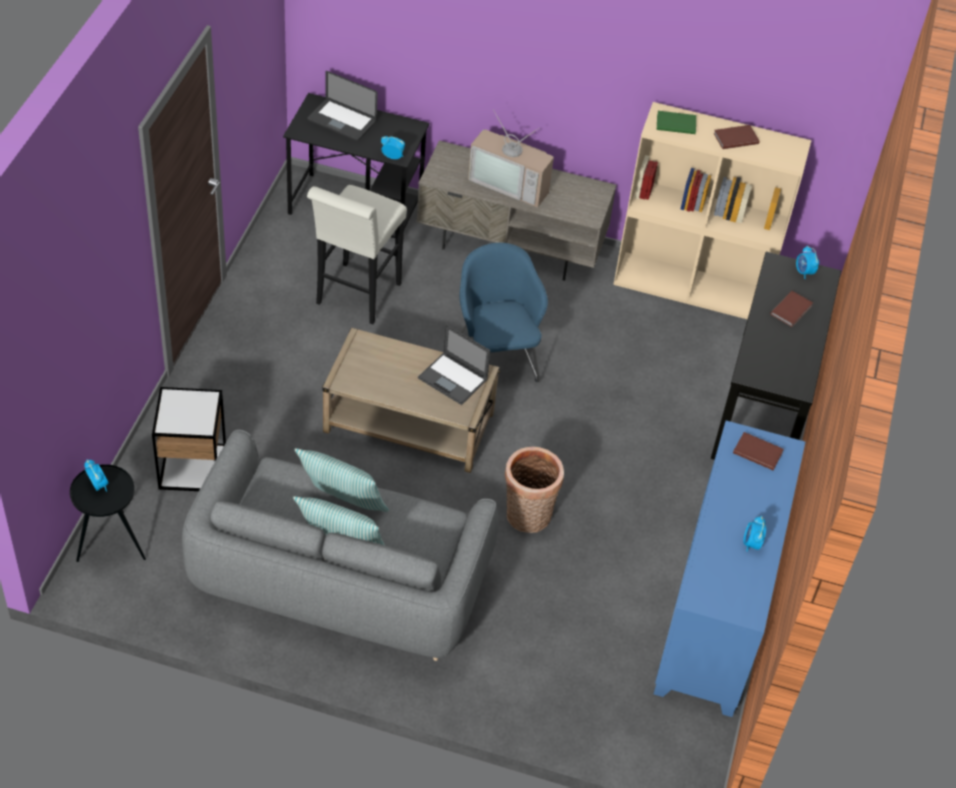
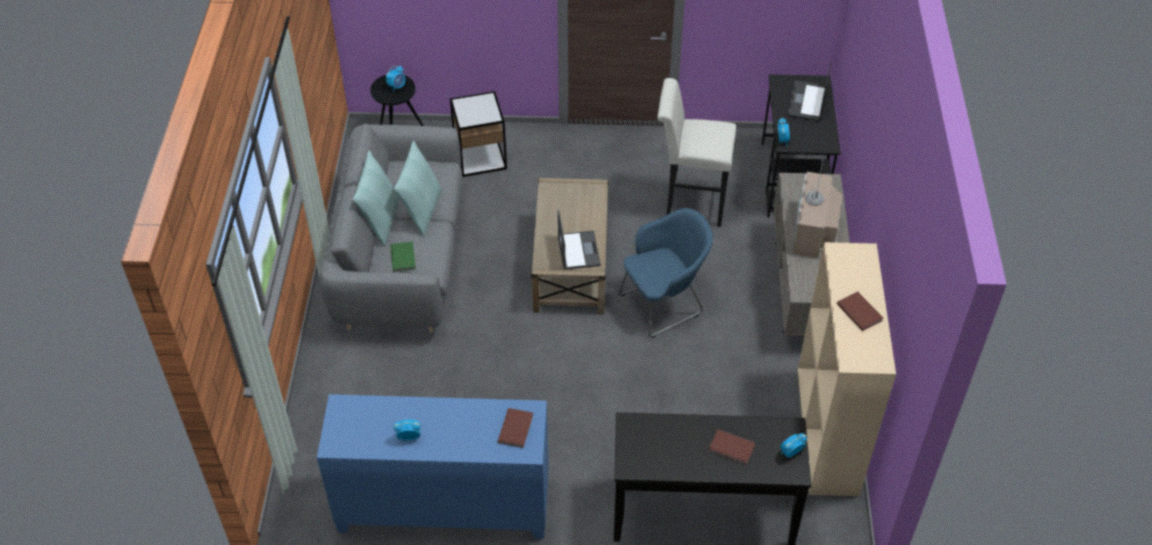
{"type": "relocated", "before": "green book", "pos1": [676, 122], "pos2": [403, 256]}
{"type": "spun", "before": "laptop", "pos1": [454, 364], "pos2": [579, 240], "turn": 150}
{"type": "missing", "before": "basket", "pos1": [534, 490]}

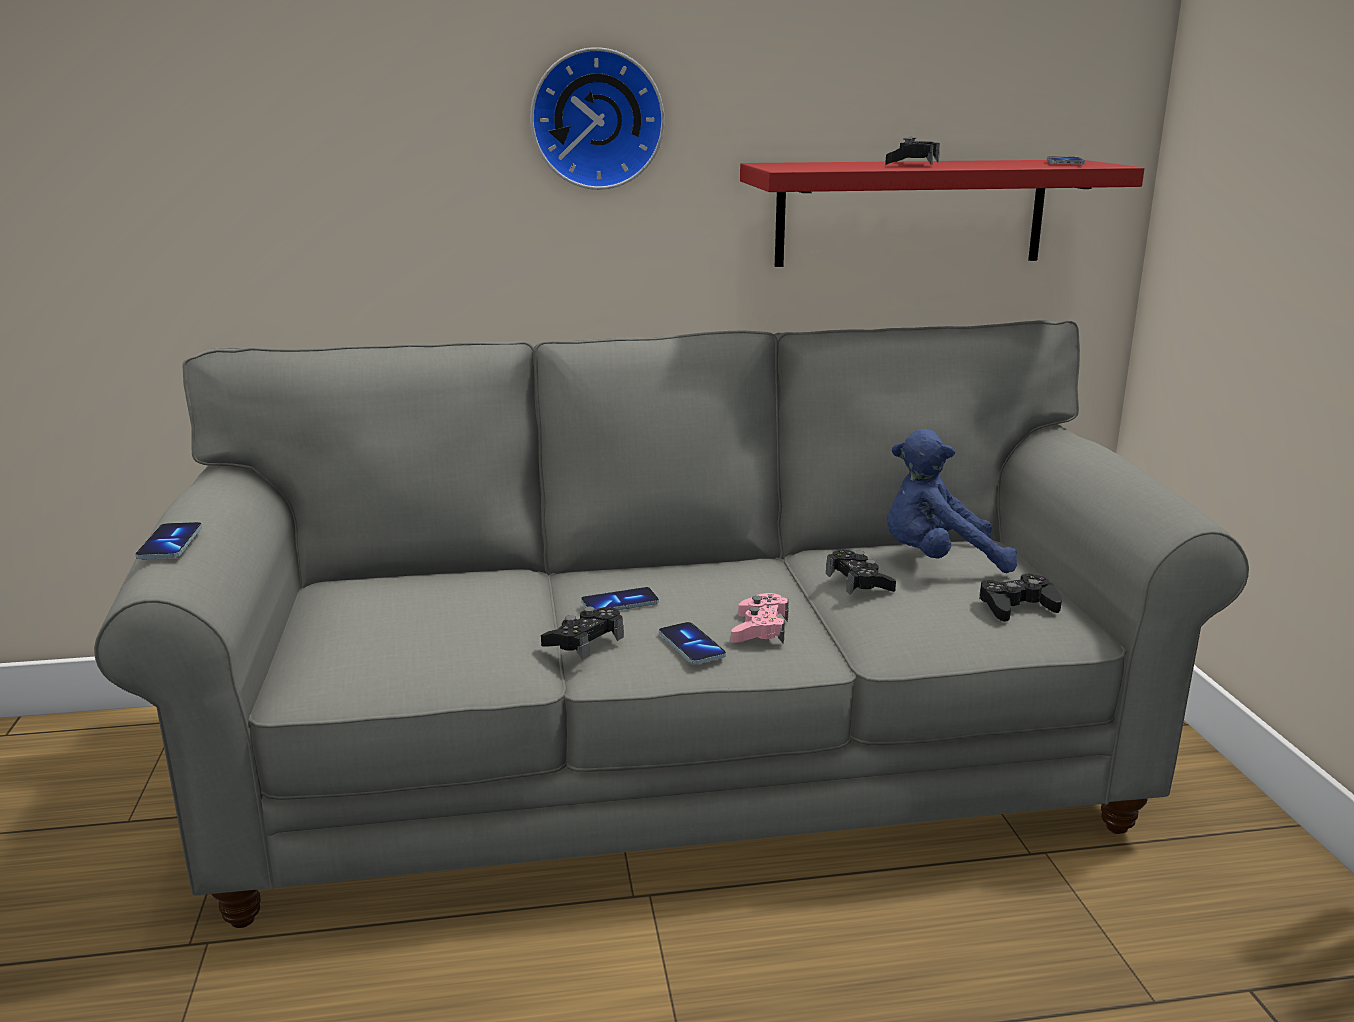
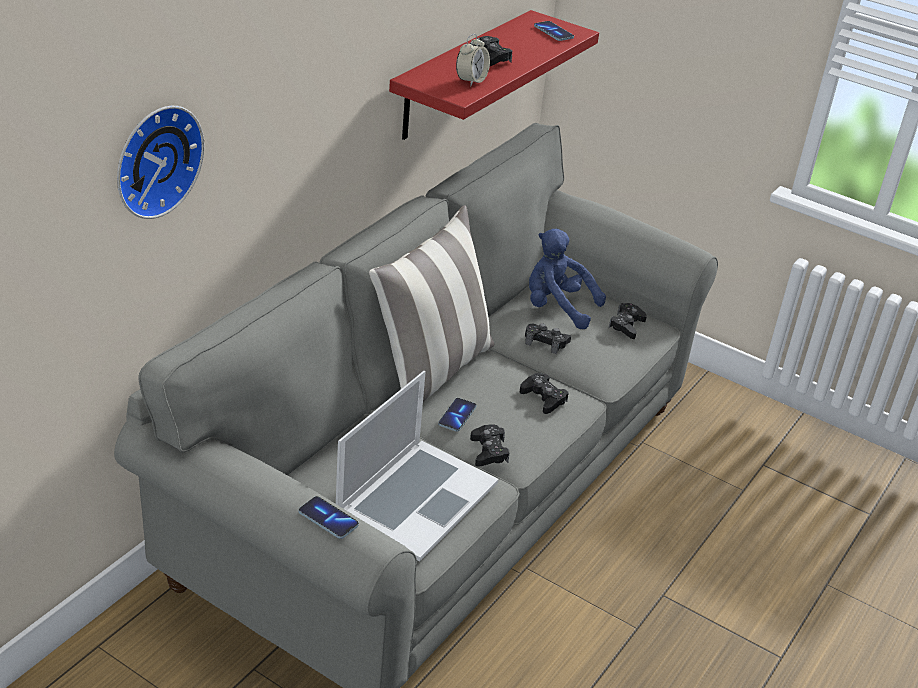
{"type": "relocated", "before": "wall clock", "pos1": [597, 118], "pos2": [161, 162]}
{"type": "spun", "before": "blue plush toy", "pos1": [952, 501], "pos2": [567, 279], "turn": 75}
{"type": "colour", "before": "pink game controller", "after": "black game controller", "pos1": [760, 618], "pos2": [544, 393]}
{"type": "missing", "before": "phone", "pos1": [692, 643]}
{"type": "appeared", "after": "alarm clock", "pos2": [473, 60]}
{"type": "appeared", "after": "pillow", "pos2": [431, 303]}
{"type": "appeared", "after": "laptop", "pos2": [417, 466]}

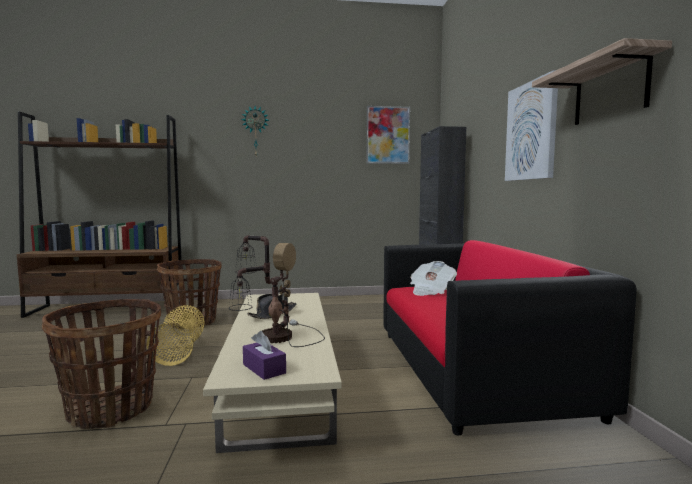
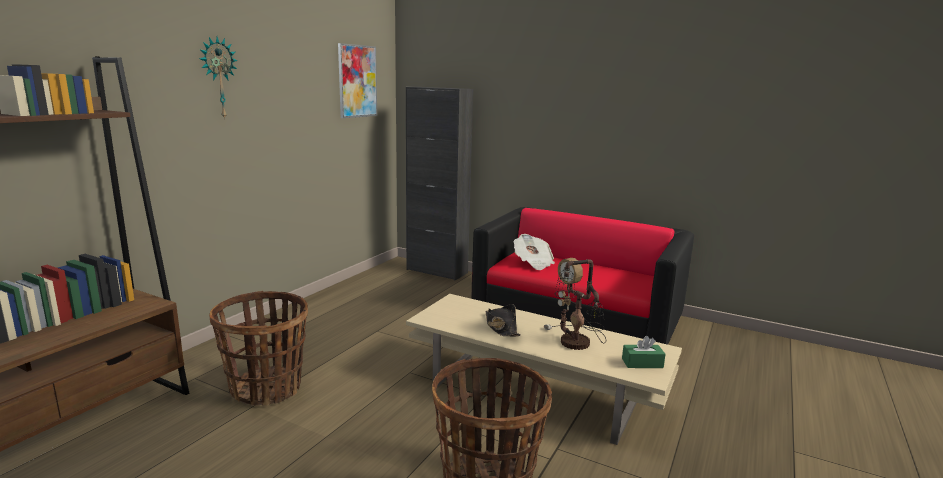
{"type": "missing", "before": "shelf", "pos1": [602, 81]}
{"type": "missing", "before": "picture", "pos1": [531, 125]}
{"type": "missing", "before": "basket", "pos1": [175, 335]}
{"type": "colour", "before": "purple tissue box", "after": "green tissue box", "pos1": [264, 355], "pos2": [644, 352]}

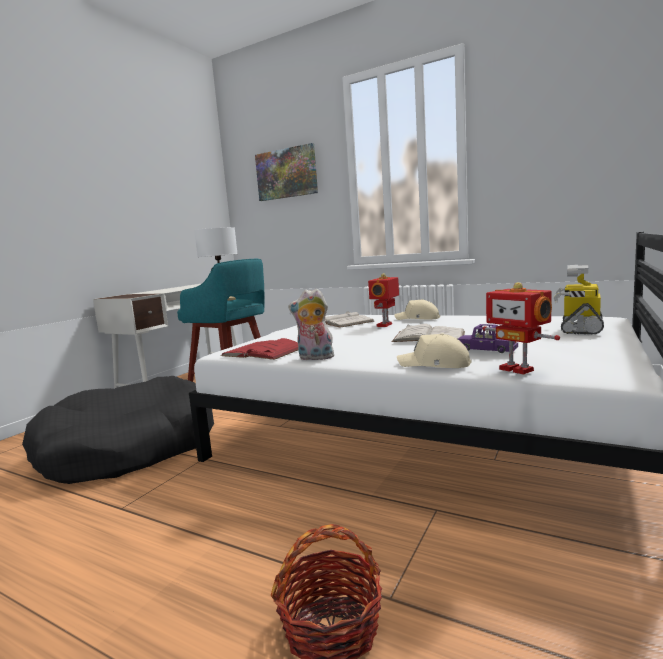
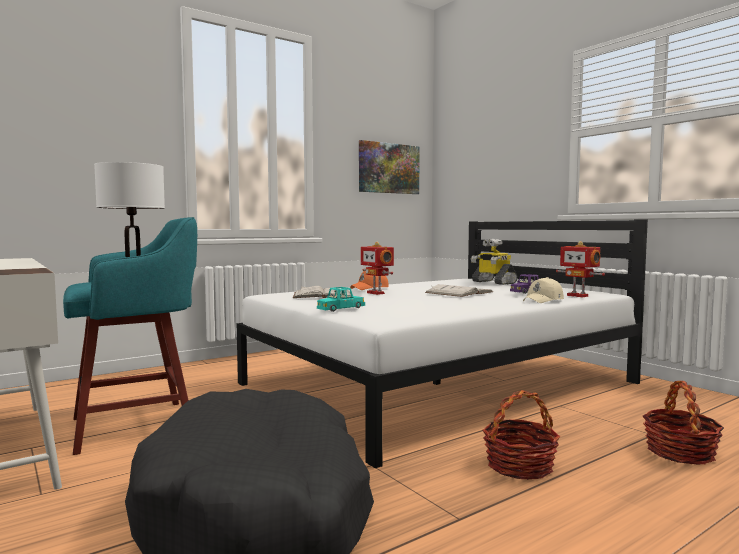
{"type": "relocated", "before": "picture", "pos1": [286, 172], "pos2": [389, 167]}
{"type": "spun", "before": "toy robot", "pos1": [521, 328], "pos2": [580, 269], "turn": 60}
{"type": "missing", "before": "plush toy", "pos1": [311, 324]}
{"type": "colour", "before": "beige cap", "after": "orange cap", "pos1": [417, 309], "pos2": [369, 280]}
{"type": "missing", "before": "red book", "pos1": [259, 349]}
{"type": "appeared", "after": "turquoise toy car", "pos2": [341, 299]}
{"type": "appeared", "after": "basket", "pos2": [521, 435]}

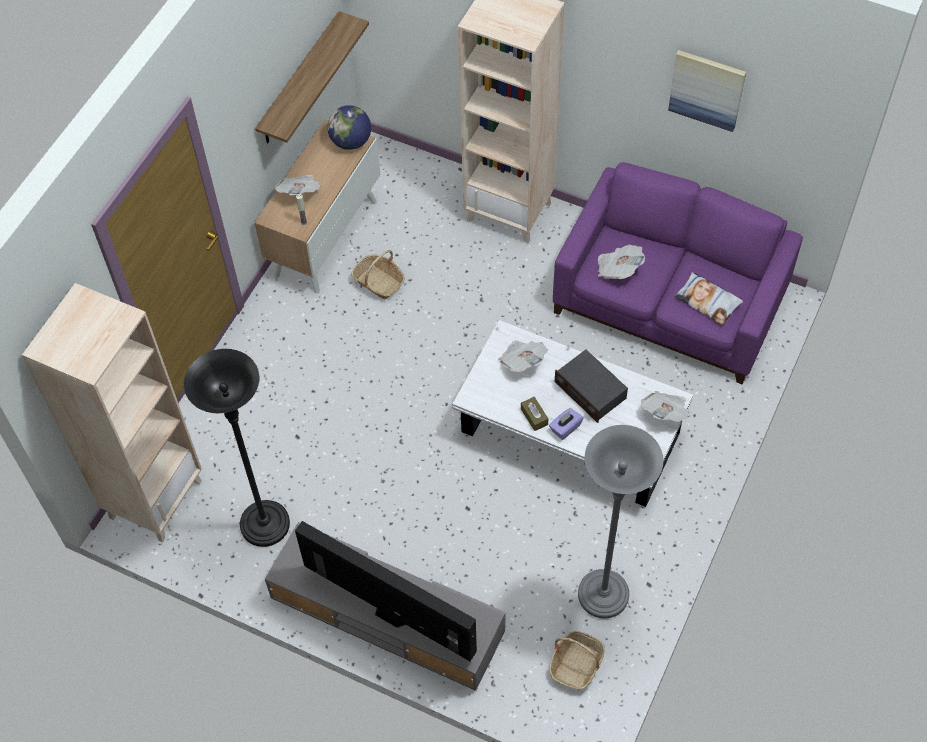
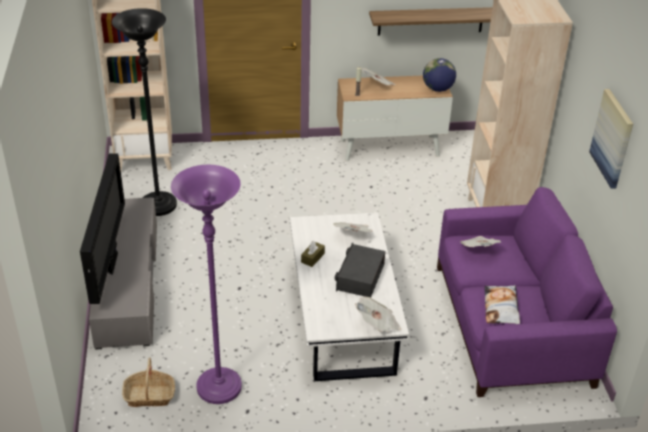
{"type": "missing", "before": "basket", "pos1": [378, 274]}
{"type": "missing", "before": "purple tissue box", "pos1": [566, 424]}
{"type": "colour", "before": "grey floor lamp", "after": "purple floor lamp", "pos1": [620, 521], "pos2": [206, 284]}

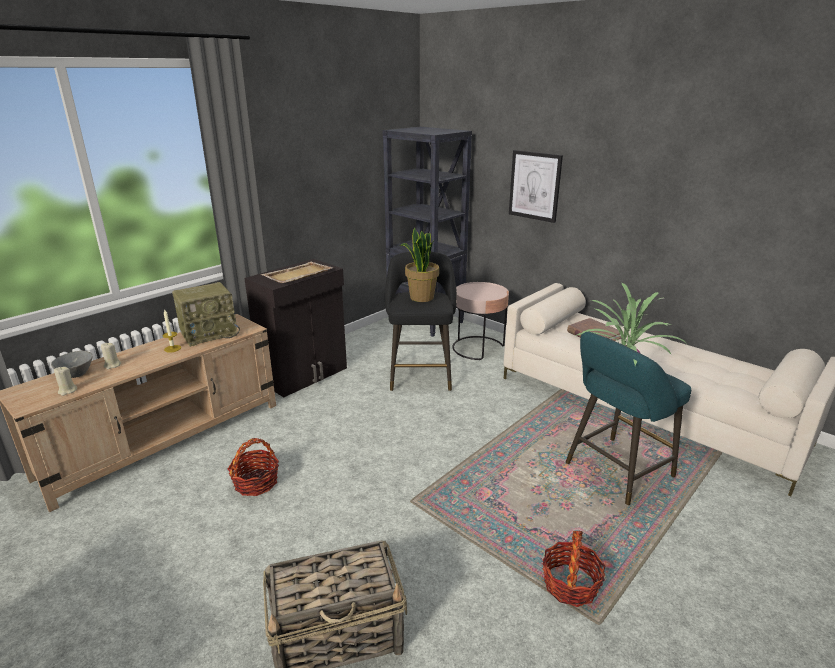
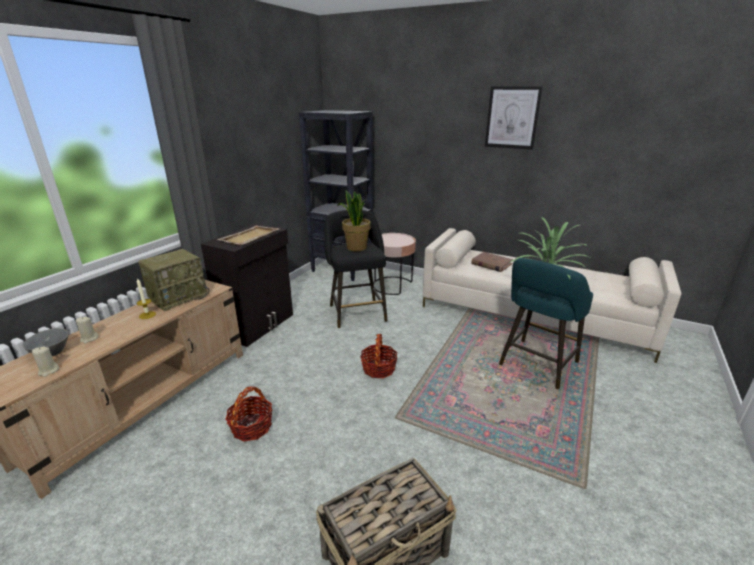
{"type": "relocated", "before": "picture", "pos1": [536, 186], "pos2": [514, 118]}
{"type": "relocated", "before": "basket", "pos1": [574, 569], "pos2": [379, 356]}

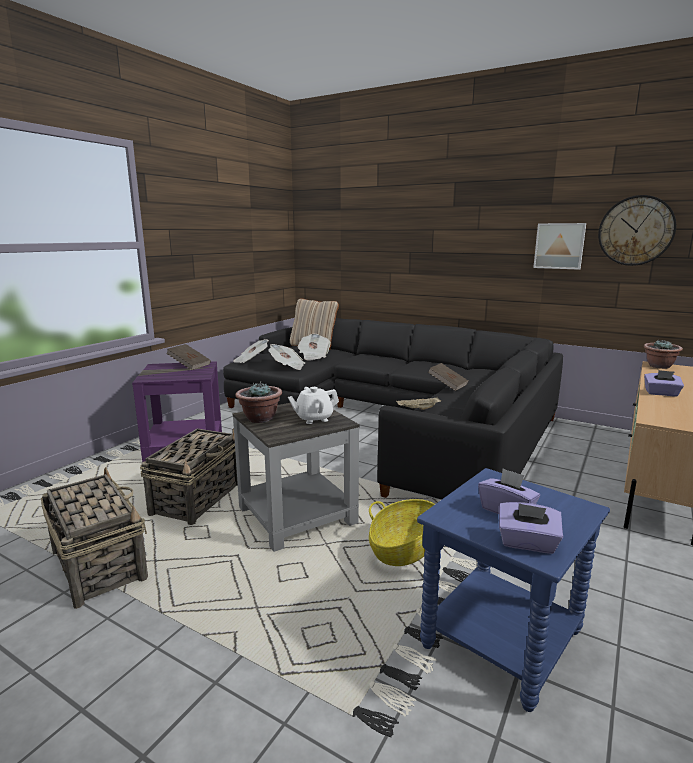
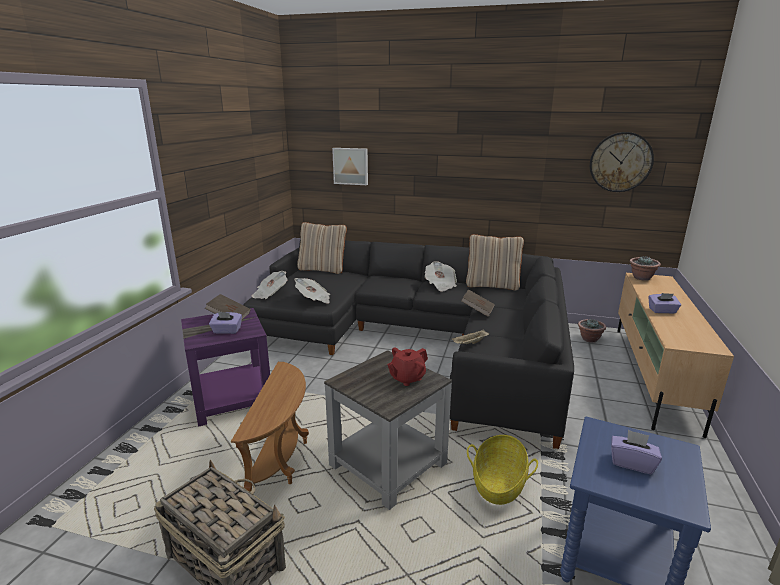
{"type": "relocated", "before": "picture", "pos1": [559, 246], "pos2": [350, 166]}
{"type": "relocated", "before": "newspaper", "pos1": [314, 347], "pos2": [441, 276]}
{"type": "relocated", "before": "potted plant", "pos1": [259, 402], "pos2": [592, 331]}
{"type": "colour", "before": "white teapot", "after": "red teapot", "pos1": [313, 405], "pos2": [407, 366]}
{"type": "exchanged", "before": "basket", "after": "brown side table", "pos1": [189, 476], "pos2": [270, 427]}
{"type": "relocated", "before": "purple tissue box", "pos1": [531, 528], "pos2": [225, 323]}
{"type": "appeared", "after": "beige pillow", "pos2": [495, 262]}

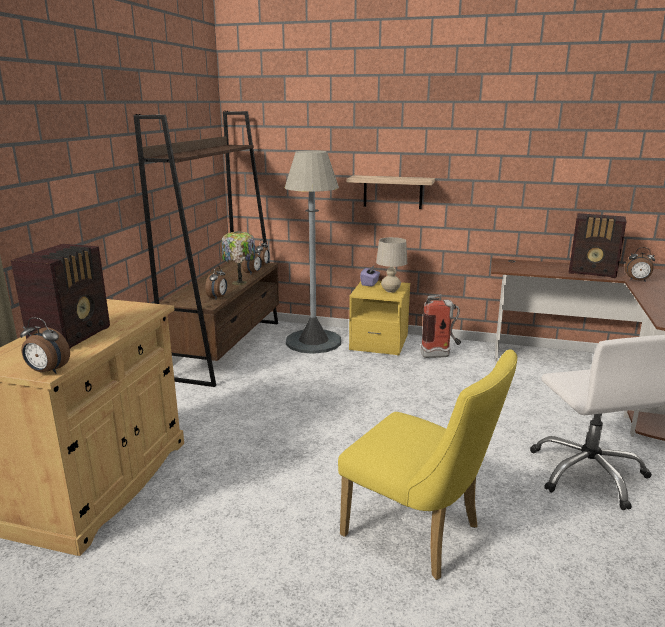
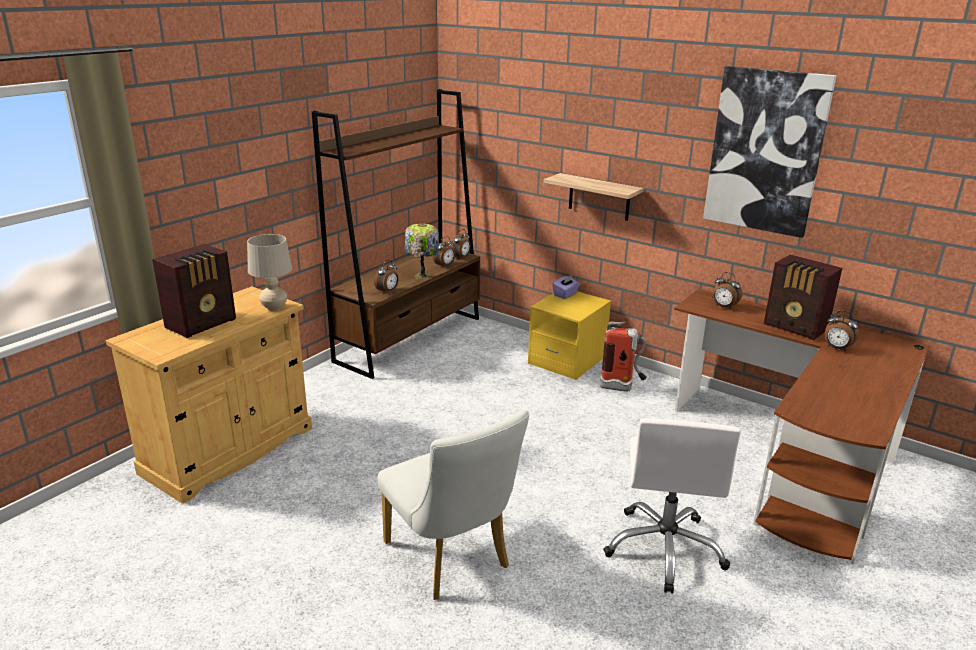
{"type": "missing", "before": "grey floor lamp", "pos1": [313, 252]}
{"type": "relocated", "before": "beige table lamp", "pos1": [391, 265], "pos2": [269, 272]}
{"type": "relocated", "before": "alarm clock", "pos1": [45, 345], "pos2": [727, 290]}
{"type": "colour", "before": "yellow chair", "after": "white chair", "pos1": [427, 464], "pos2": [453, 505]}
{"type": "appeared", "after": "picture", "pos2": [770, 152]}

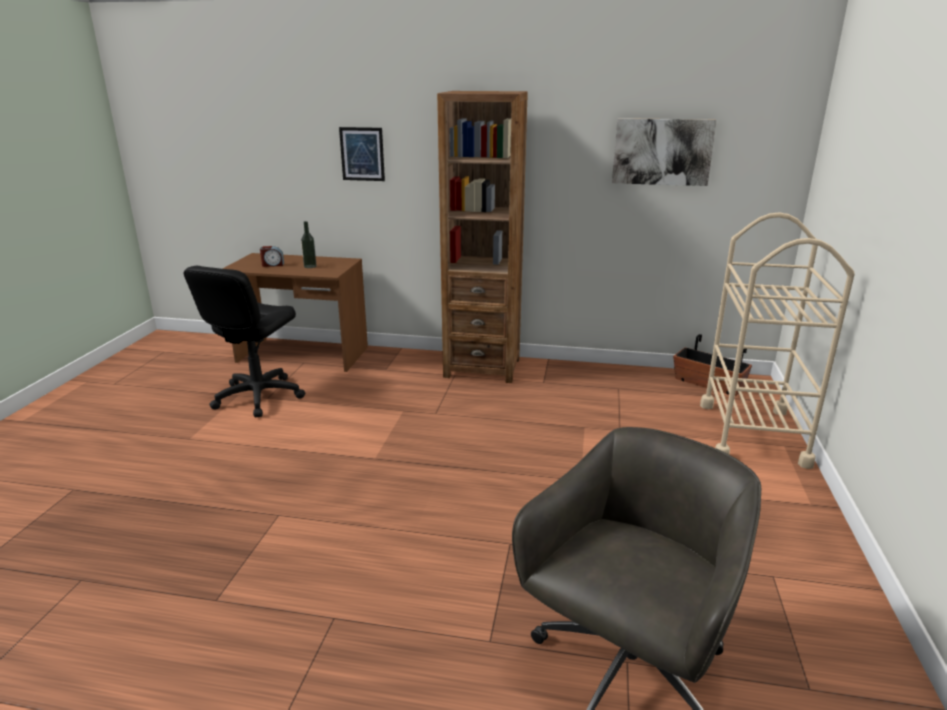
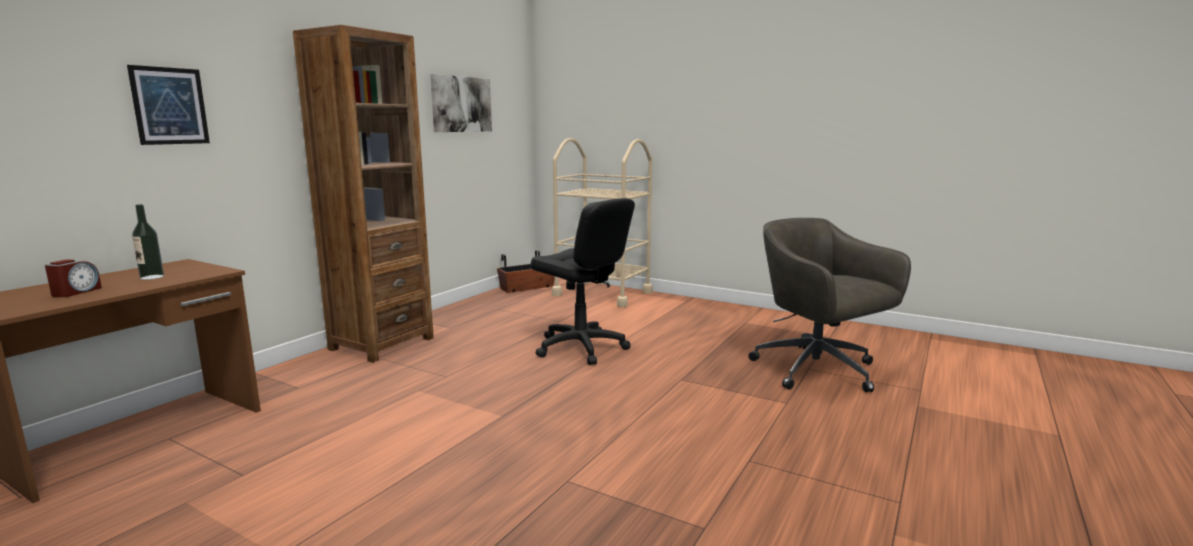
{"type": "relocated", "before": "black office chair", "pos1": [244, 342], "pos2": [583, 281]}

